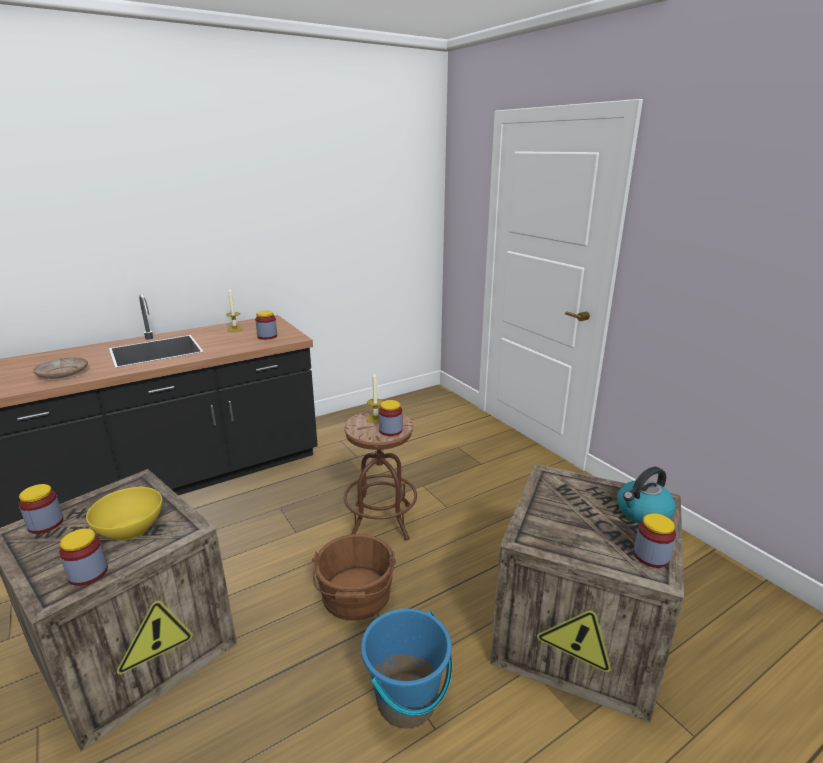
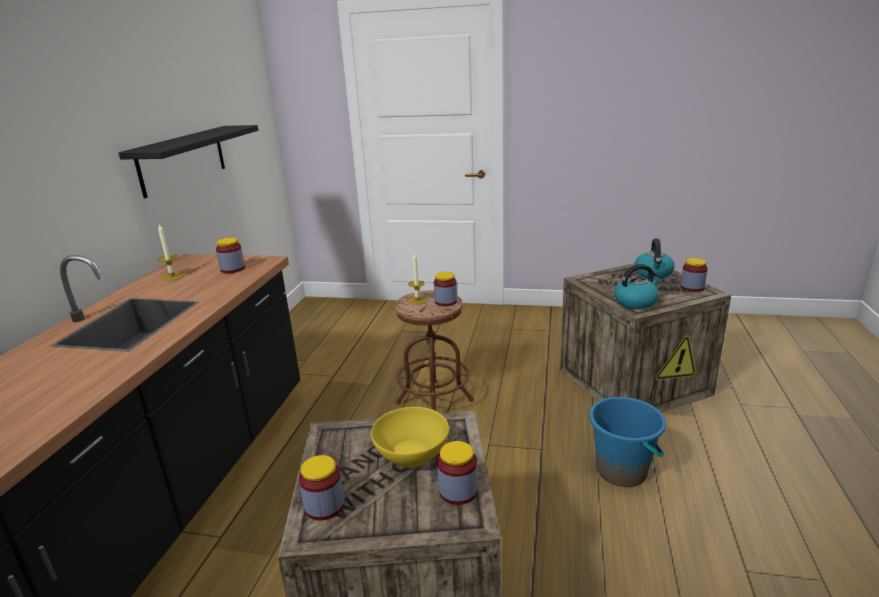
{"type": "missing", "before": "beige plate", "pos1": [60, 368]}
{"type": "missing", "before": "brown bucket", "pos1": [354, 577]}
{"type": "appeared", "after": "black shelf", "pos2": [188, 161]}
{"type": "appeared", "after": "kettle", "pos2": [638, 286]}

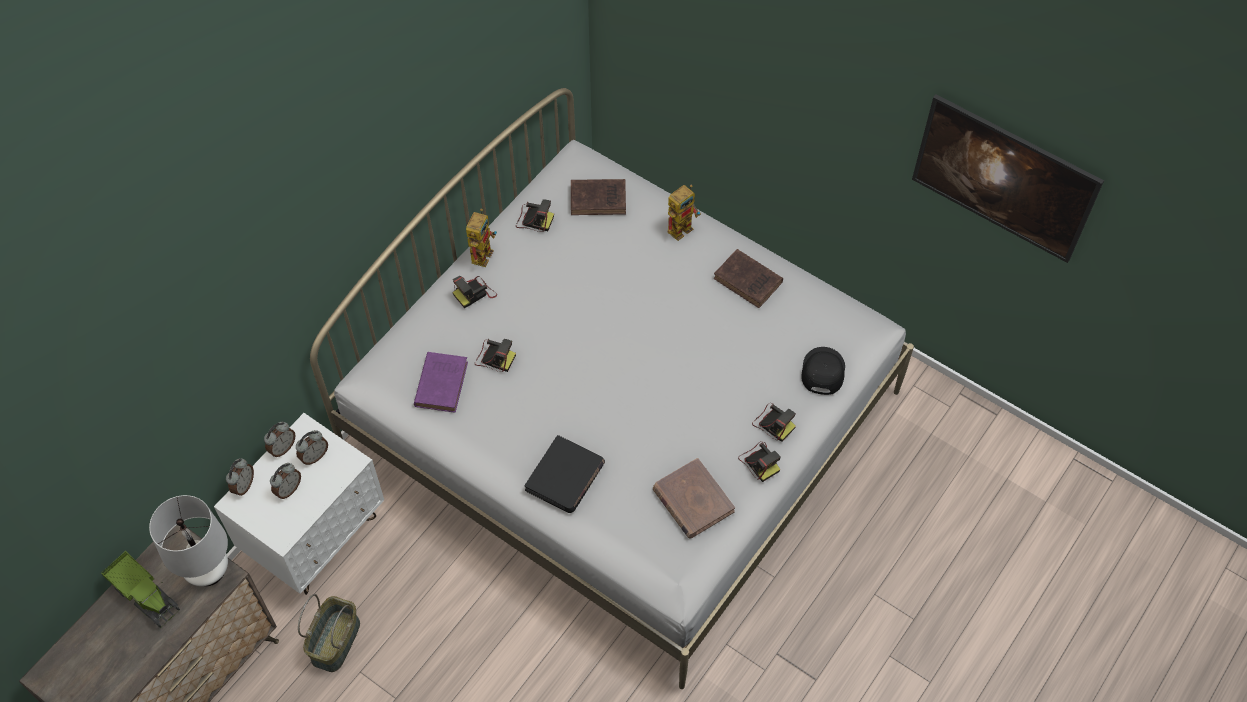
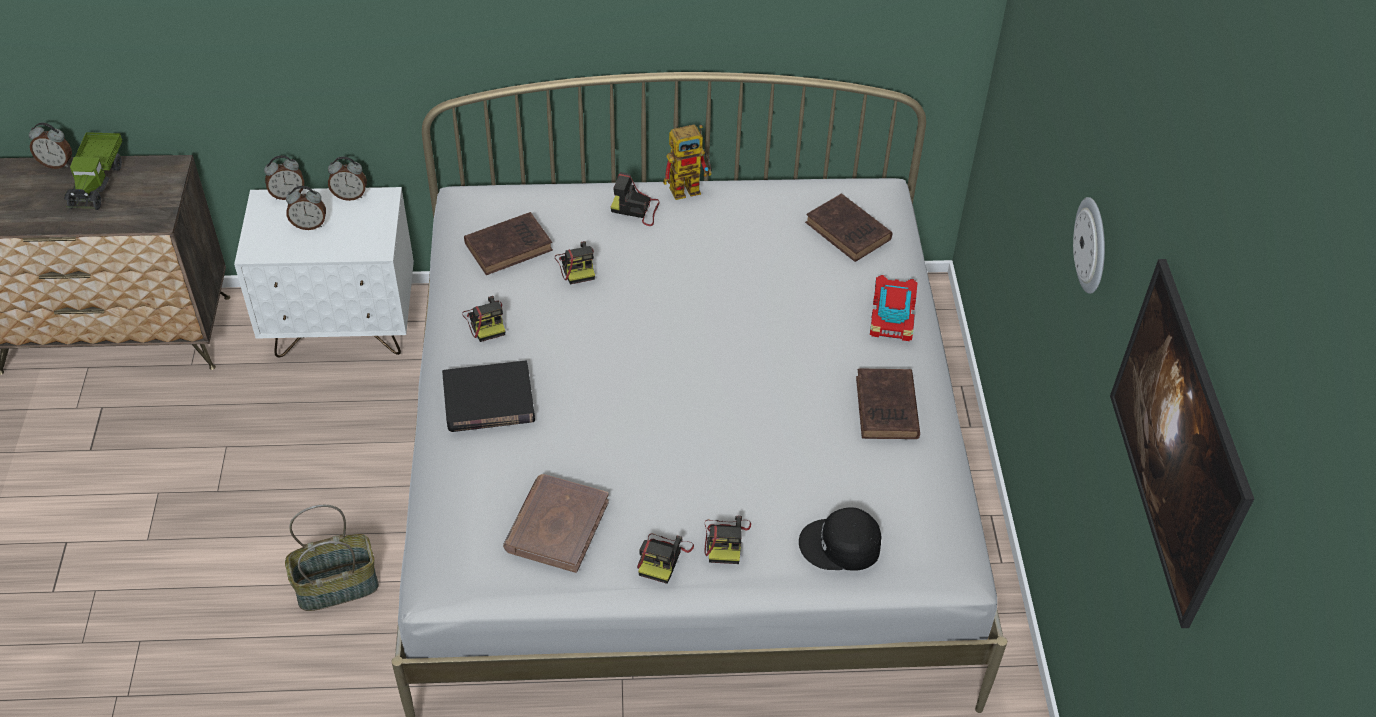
{"type": "exchanged", "before": "toy robot", "after": "toy car", "pos1": [684, 213], "pos2": [894, 308]}
{"type": "relocated", "before": "photo camera", "pos1": [535, 215], "pos2": [483, 319]}
{"type": "spun", "before": "black cap", "pos1": [823, 371], "pos2": [840, 539], "turn": -150}
{"type": "colour", "before": "purple book", "after": "brown book", "pos1": [441, 382], "pos2": [508, 243]}
{"type": "relocated", "before": "alarm clock", "pos1": [312, 447], "pos2": [50, 145]}
{"type": "missing", "before": "white table lamp", "pos1": [188, 540]}
{"type": "relocated", "before": "basket", "pos1": [329, 633], "pos2": [332, 558]}
{"type": "appeared", "after": "wall clock", "pos2": [1089, 245]}

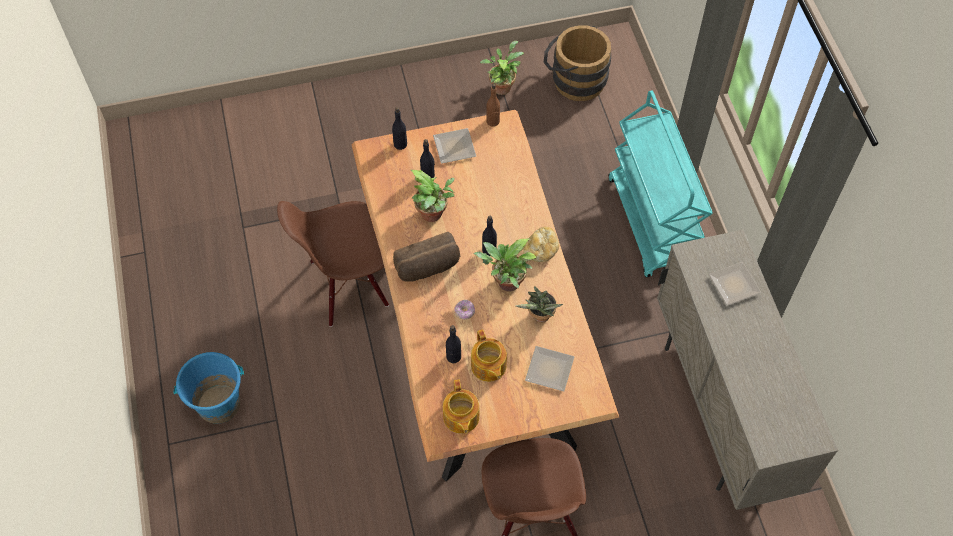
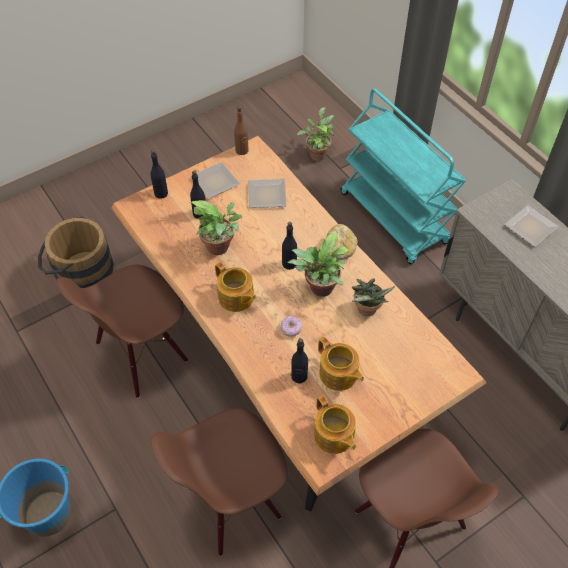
{"type": "relocated", "before": "brown bucket", "pos1": [577, 63], "pos2": [76, 252]}
{"type": "relocated", "before": "potted plant", "pos1": [502, 68], "pos2": [315, 134]}
{"type": "exchanged", "before": "bread", "after": "teapot", "pos1": [426, 256], "pos2": [235, 287]}
{"type": "relocated", "before": "plate", "pos1": [549, 368], "pos2": [267, 193]}
{"type": "appeared", "after": "brown chair", "pos2": [219, 482]}

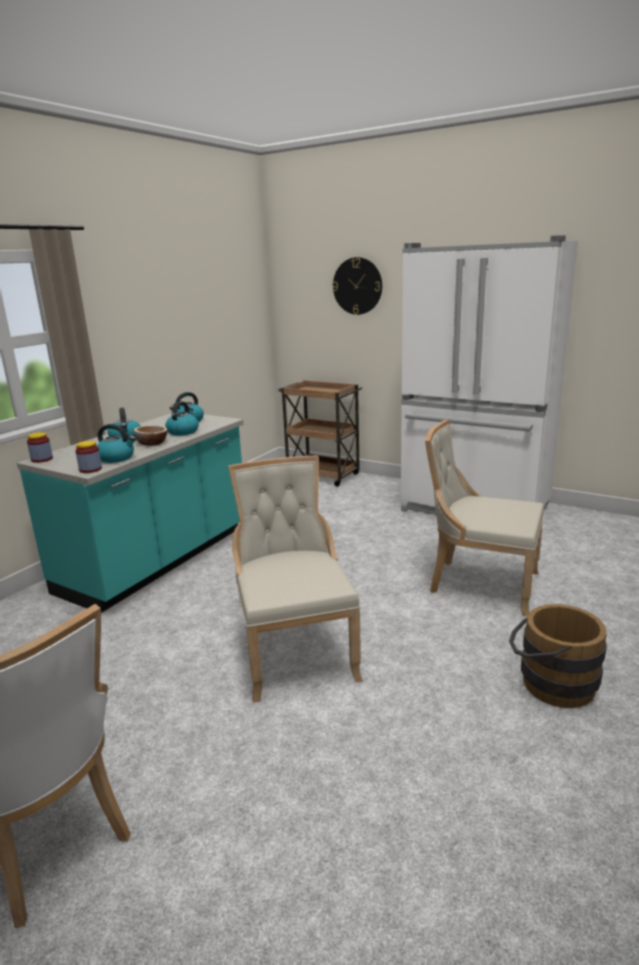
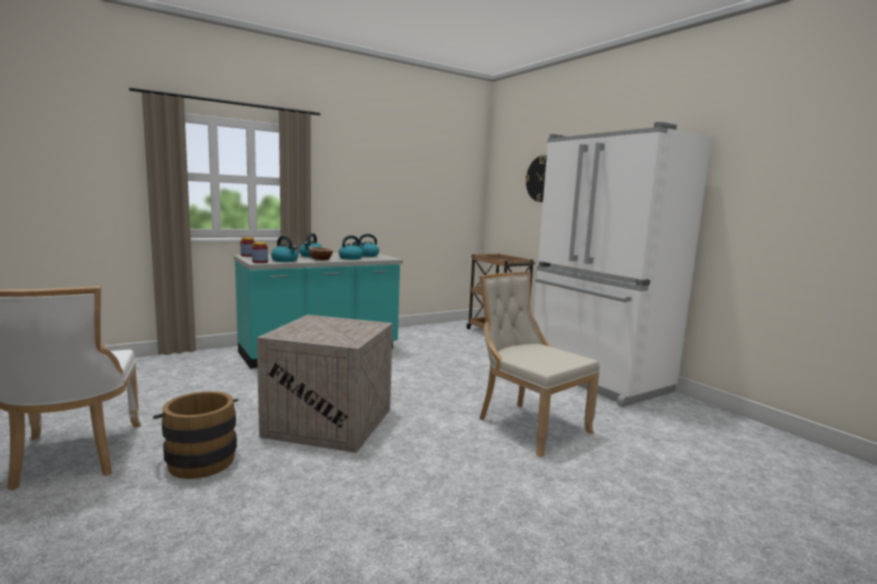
{"type": "exchanged", "before": "beige chair", "after": "crate", "pos1": [295, 579], "pos2": [325, 384]}
{"type": "relocated", "before": "brown bucket", "pos1": [558, 656], "pos2": [195, 435]}

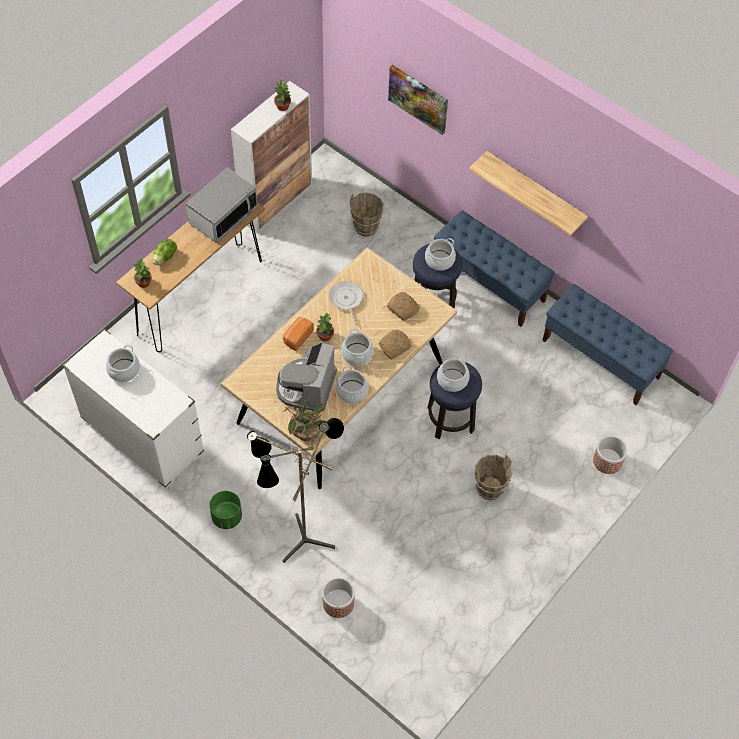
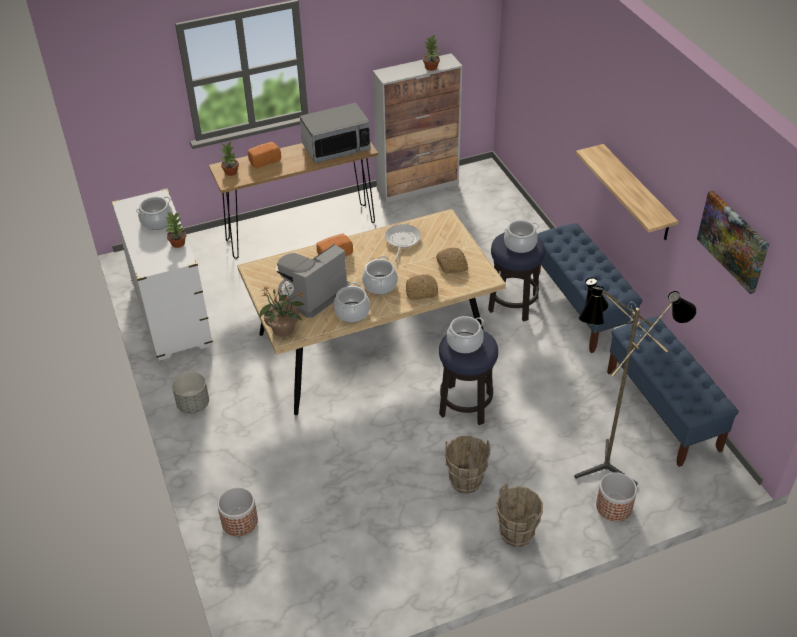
{"type": "relocated", "before": "picture", "pos1": [418, 100], "pos2": [733, 242]}
{"type": "relocated", "before": "brown bucket", "pos1": [366, 214], "pos2": [519, 515]}
{"type": "exchanged", "before": "lettuce", "after": "bread", "pos1": [164, 252], "pos2": [264, 155]}
{"type": "relocated", "before": "potted plant", "pos1": [325, 327], "pos2": [175, 230]}
{"type": "relocated", "before": "floor lamp", "pos1": [295, 490], "pos2": [635, 381]}
{"type": "colour", "before": "green planter", "after": "grey planter", "pos1": [225, 510], "pos2": [190, 393]}

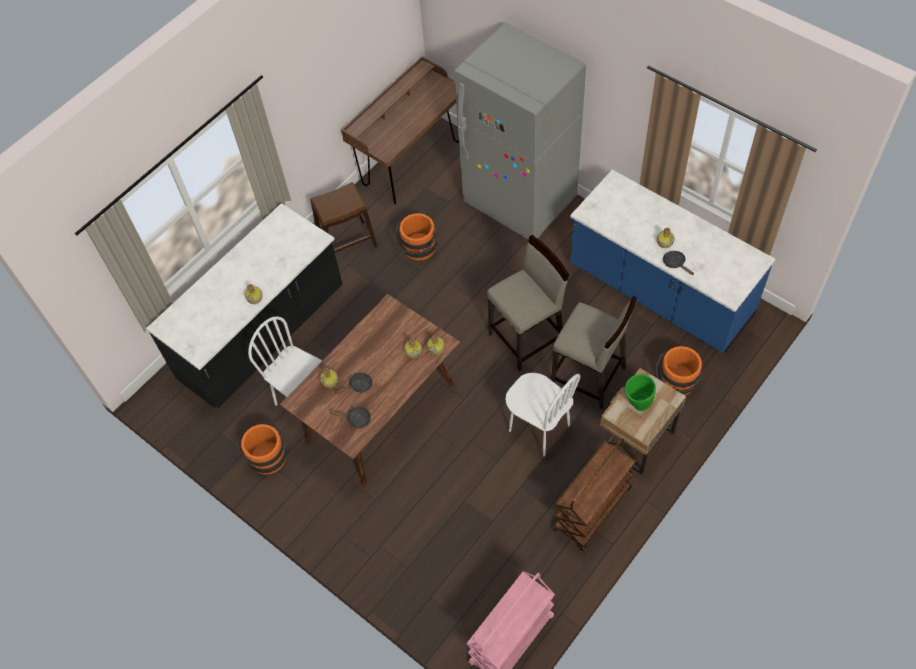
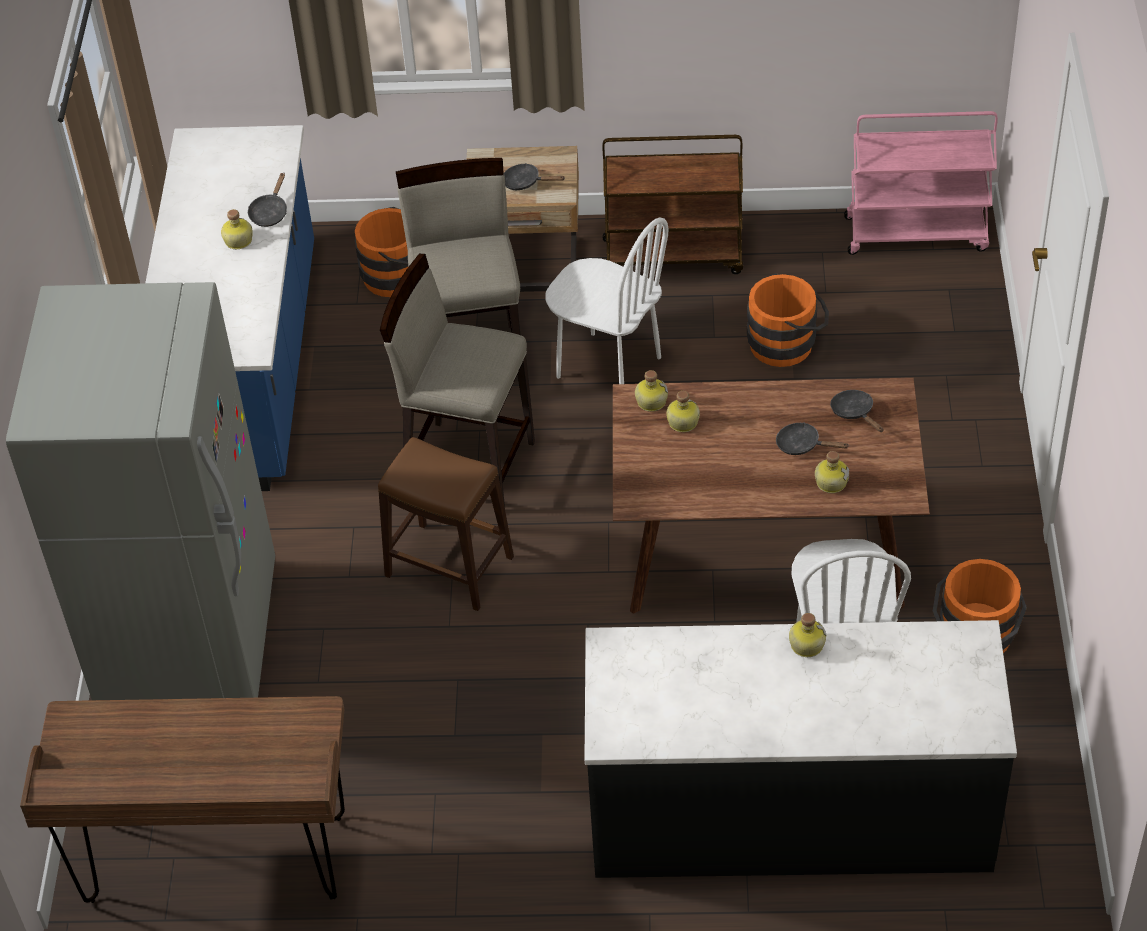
{"type": "relocated", "before": "brown stool", "pos1": [343, 217], "pos2": [446, 524]}
{"type": "relocated", "before": "orange bucket", "pos1": [415, 237], "pos2": [788, 320]}
{"type": "spun", "before": "white chair", "pos1": [542, 415], "pos2": [606, 300], "turn": 120}
{"type": "exchanged", "before": "green vase", "after": "black frying pan", "pos1": [640, 392], "pos2": [534, 176]}

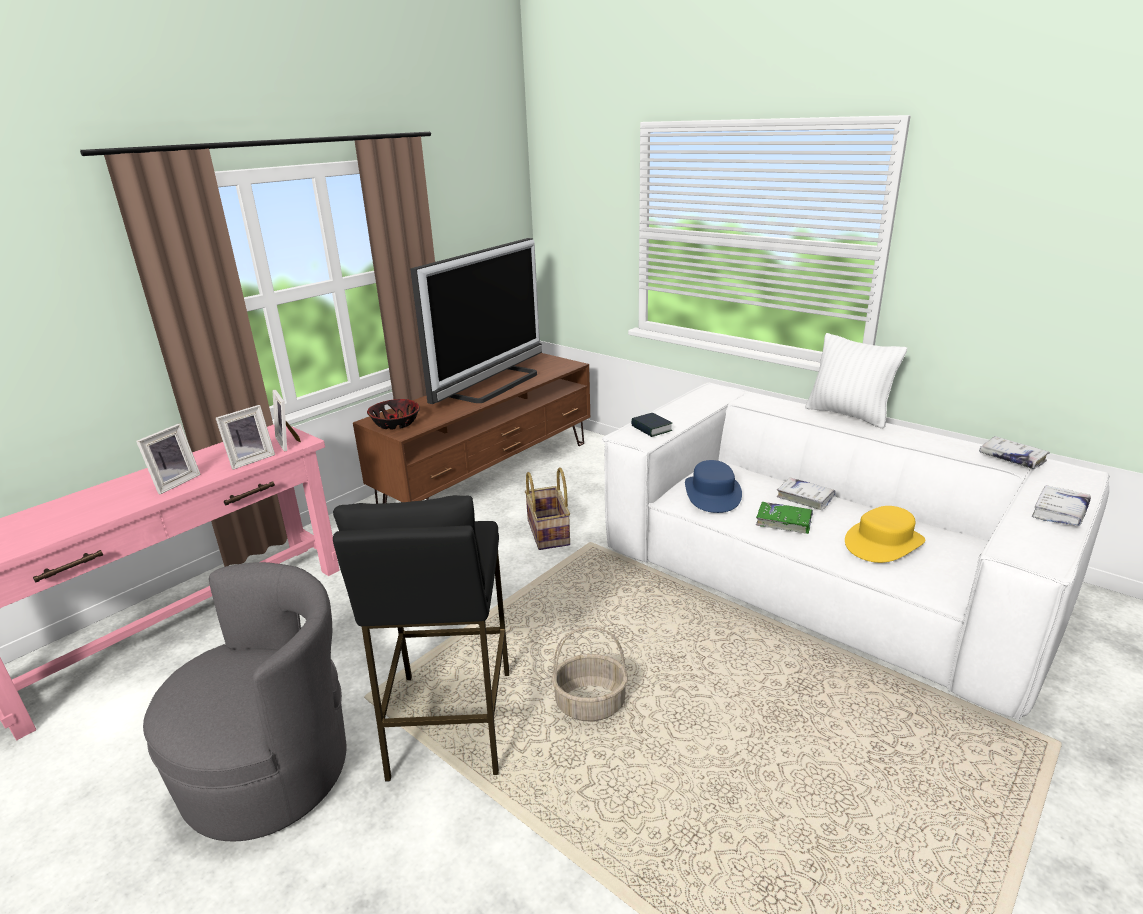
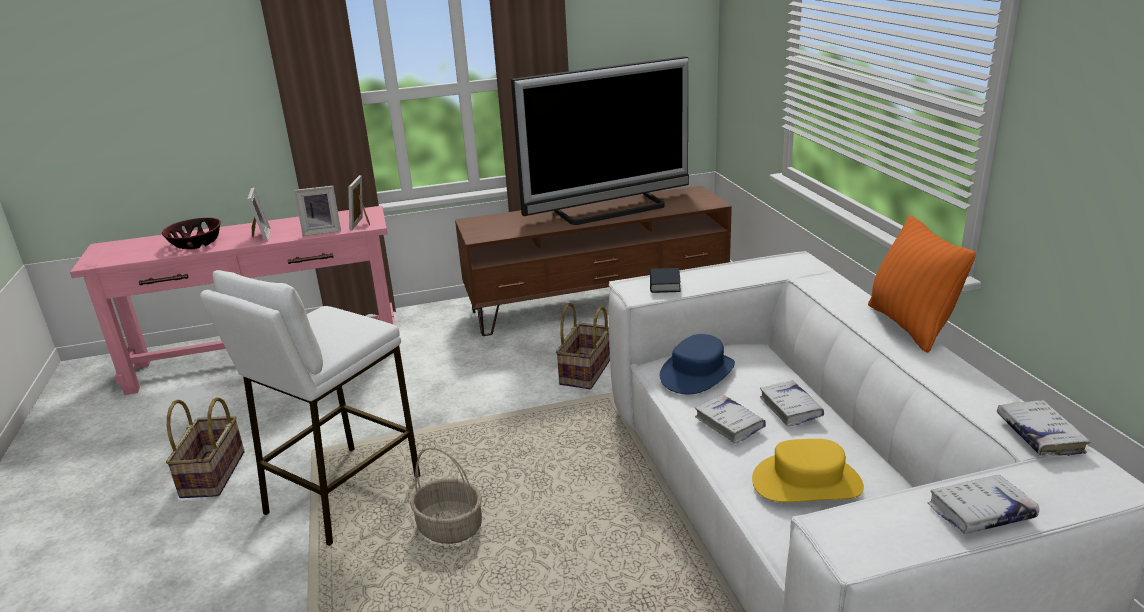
{"type": "colour", "before": "white pillow", "after": "orange pillow", "pos1": [856, 381], "pos2": [922, 283]}
{"type": "relocated", "before": "bowl", "pos1": [393, 414], "pos2": [191, 233]}
{"type": "spun", "before": "picture frame", "pos1": [168, 458], "pos2": [259, 214], "turn": -75}
{"type": "colour", "before": "black stool", "after": "white stool", "pos1": [421, 638], "pos2": [310, 408]}
{"type": "colour", "before": "green book", "after": "white book", "pos1": [784, 518], "pos2": [730, 419]}
{"type": "exchanged", "before": "grey armchair", "after": "basket", "pos1": [245, 701], "pos2": [205, 447]}

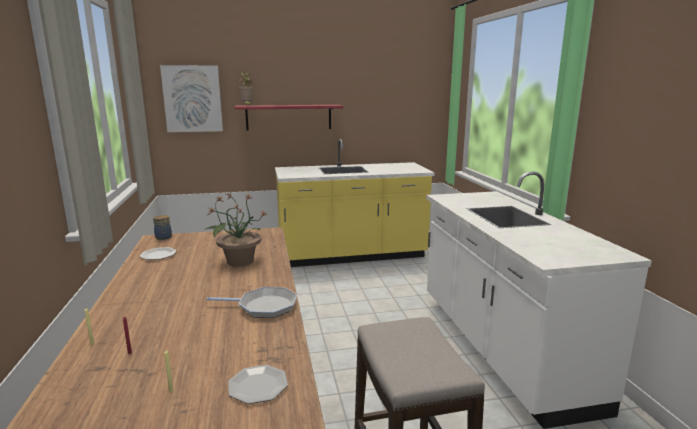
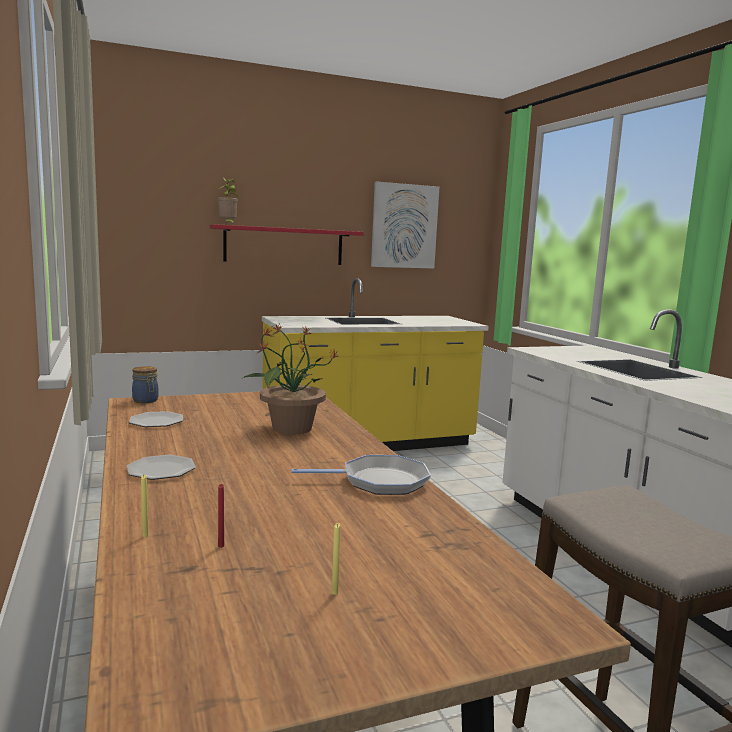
{"type": "relocated", "before": "picture", "pos1": [191, 98], "pos2": [405, 225]}
{"type": "relocated", "before": "plate", "pos1": [258, 384], "pos2": [161, 467]}

